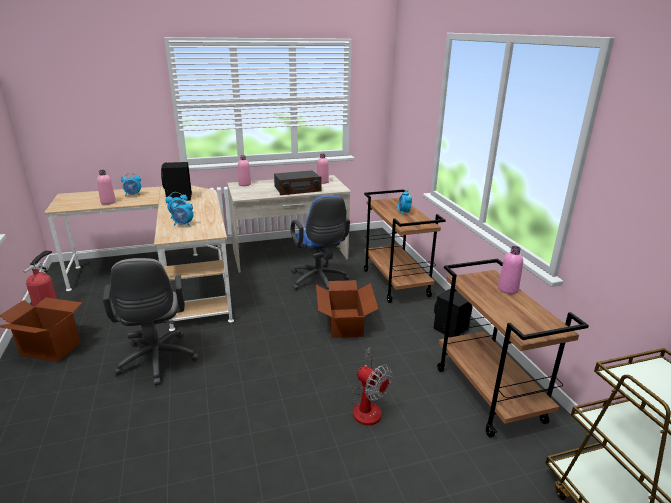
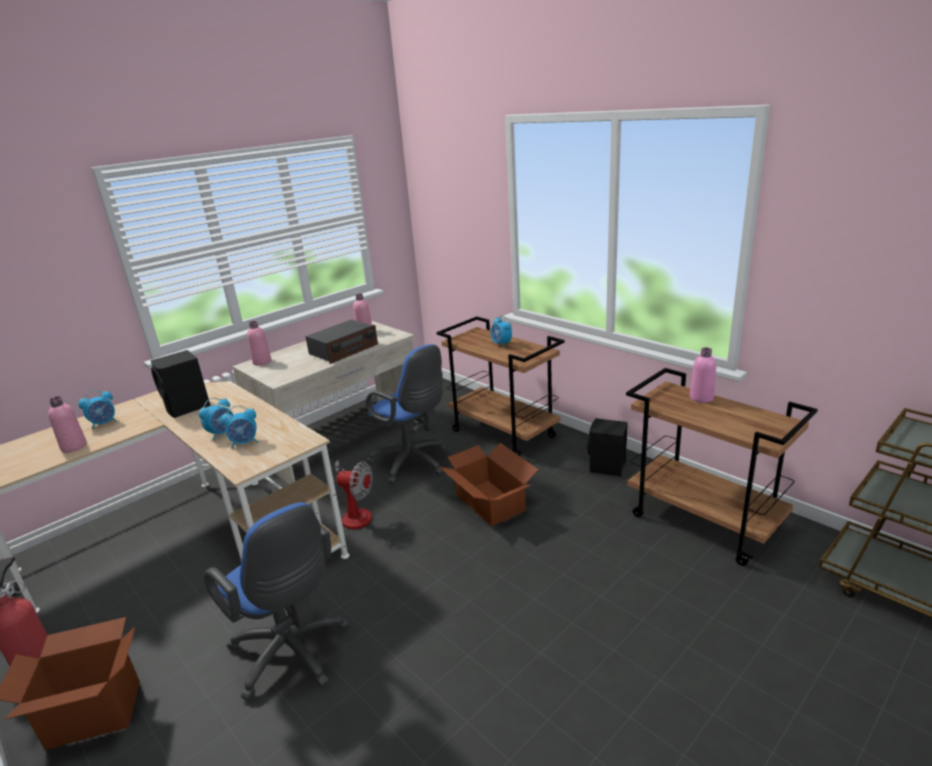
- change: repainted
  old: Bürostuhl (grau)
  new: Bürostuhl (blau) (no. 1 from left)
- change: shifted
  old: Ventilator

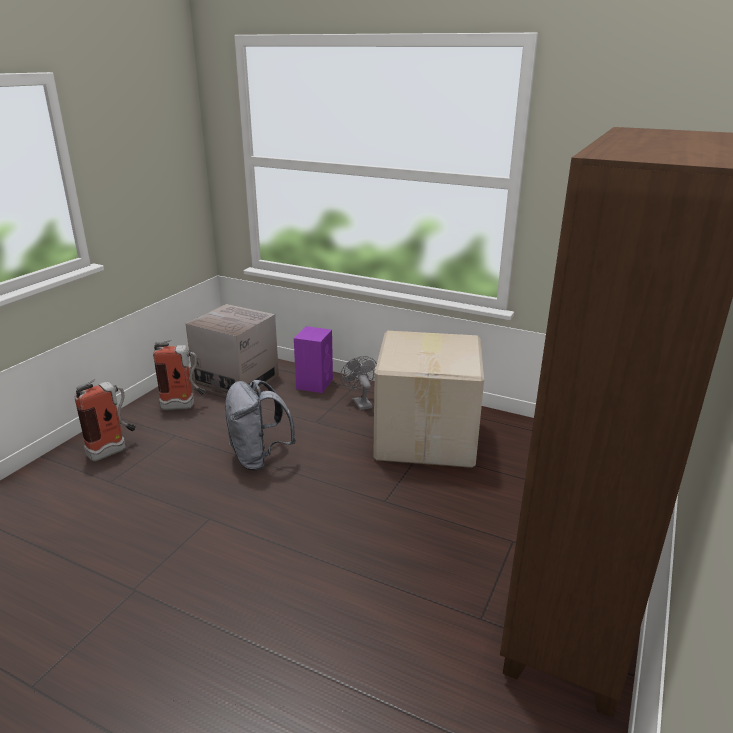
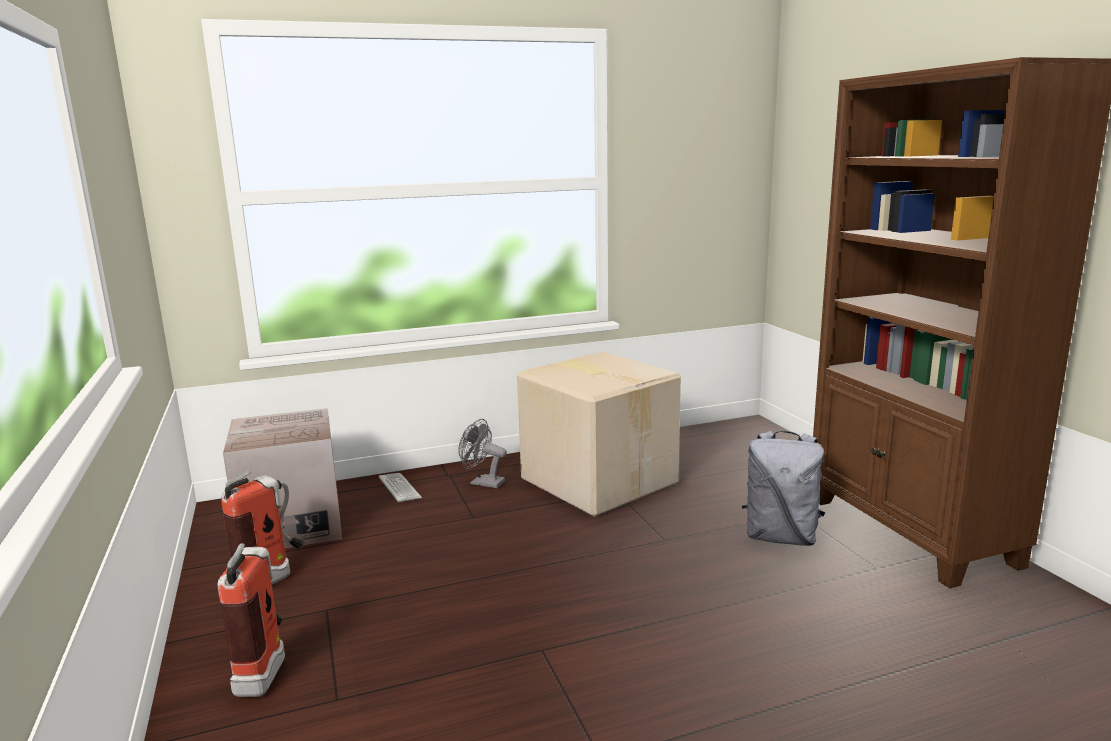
- change: shifted
  old: Rucksack (grau)
- change: swapped
  old: Lautsprecher (lila)
  new: Tastatur

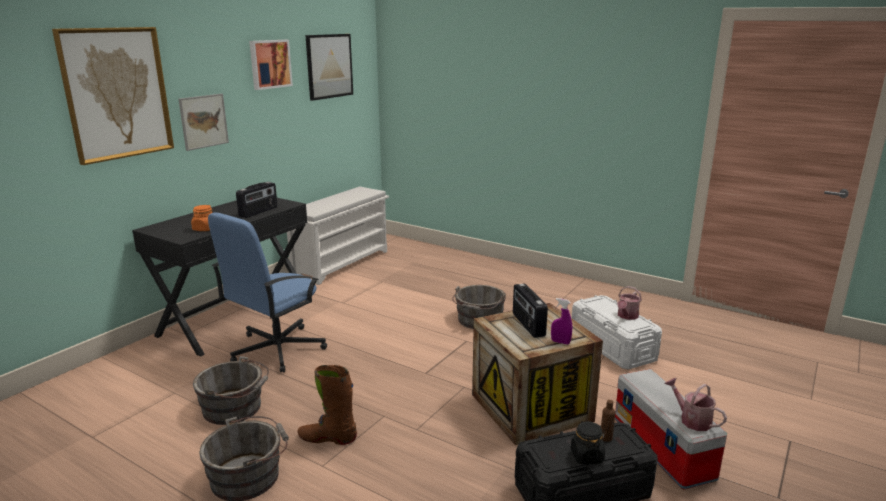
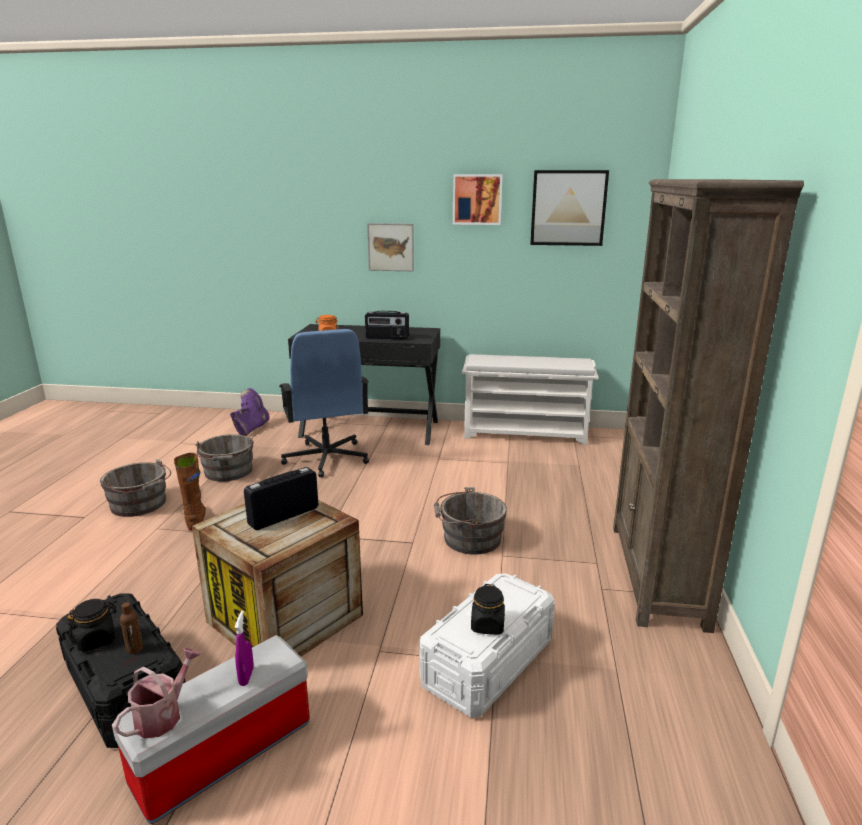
- change: gone
  old: Bild (no. 1 from left)
- change: rotated
  old: Bürostuhl (blau)
  degrees: -120
- change: shifted
  old: Sprühflasche (lila)
- change: swapped
  old: Gießkanne (no. 1 from left)
  new: Vorratsglas (schwarz) (no. 2 from left)
- change: new
  new: Stiefel (lila)
- change: new
  new: Bücherregal (braun)

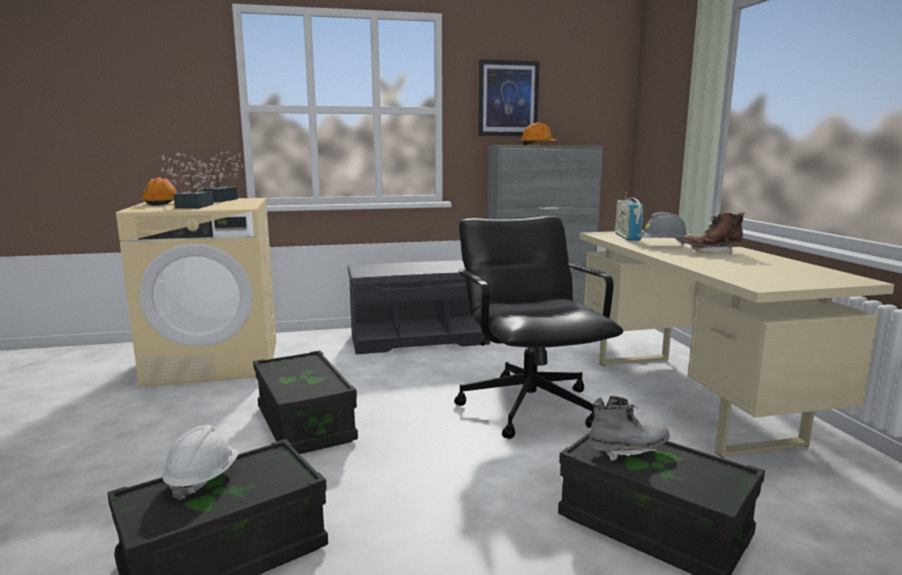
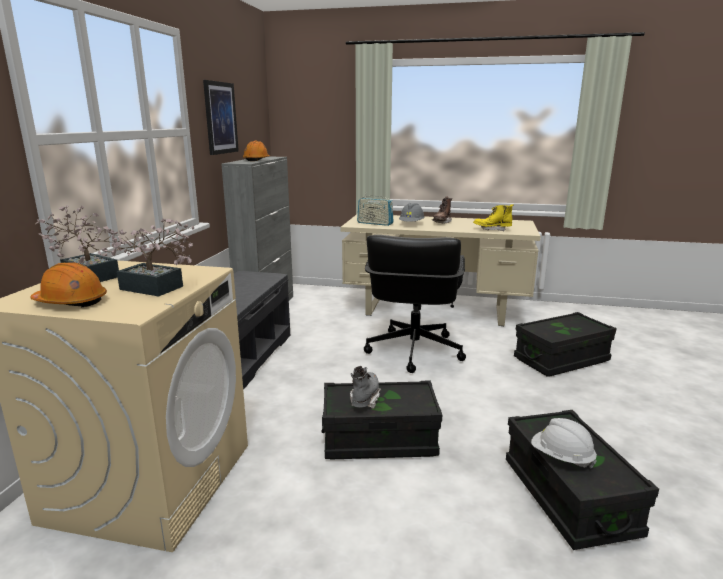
- change: rotated
  old: Bürostuhl (schwarz)
  degrees: -90
- change: shifted
  old: Stiefel (grau)
- change: new
  new: Stiefel (gelb)

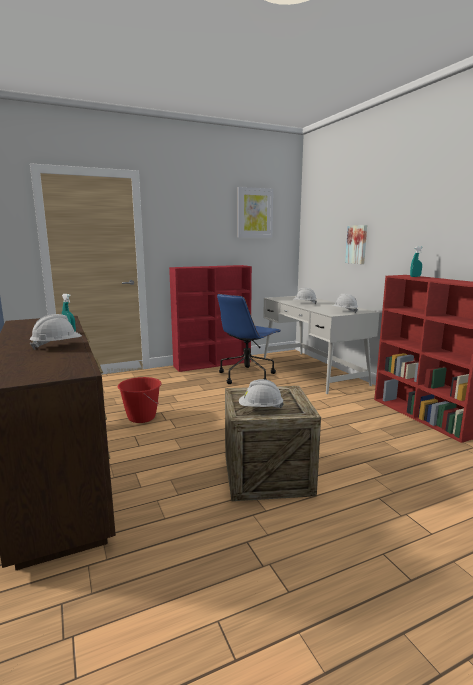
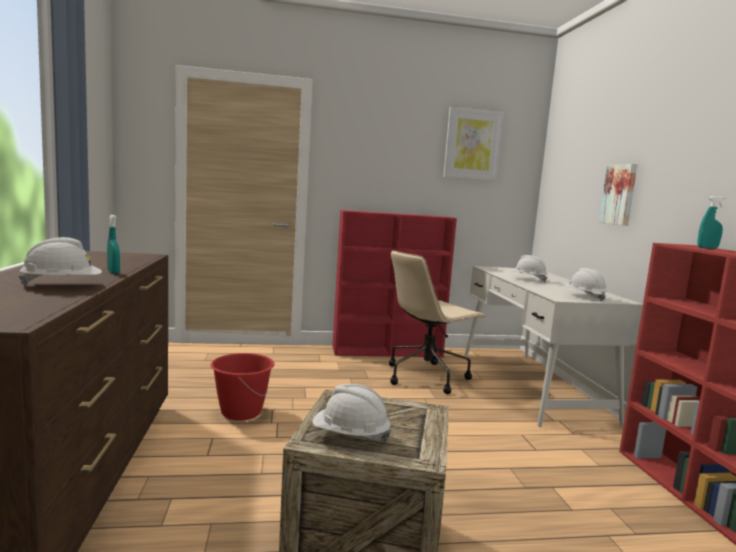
- change: repainted
  old: Bürostuhl (blau)
  new: Bürostuhl (beige)

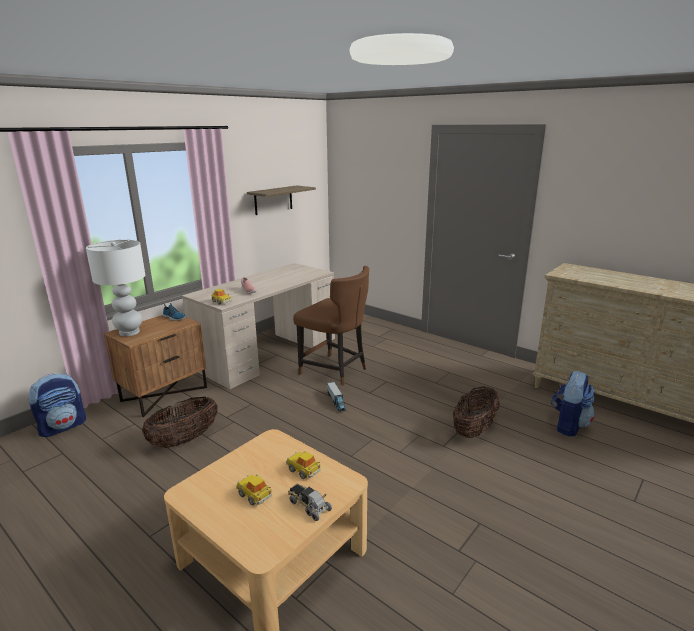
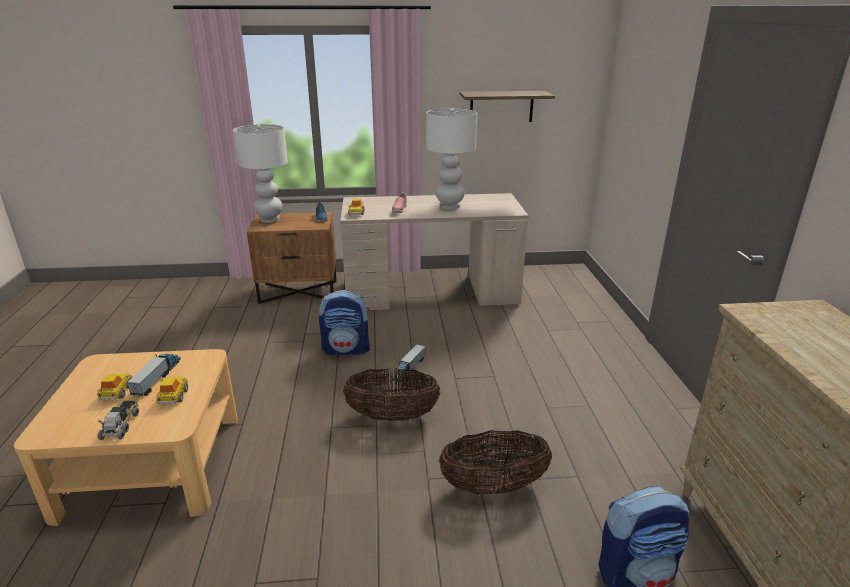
- change: shifted
  old: Rucksack (no. 1 from left)
- change: shifted
  old: Korb (no. 1 from left)
- change: gone
  old: Stuhl (braun)
- change: new
  new: Spielzeuglaster (no. 2 from left)
- change: new
  new: Tischlampe (weiß) (no. 2 from left)

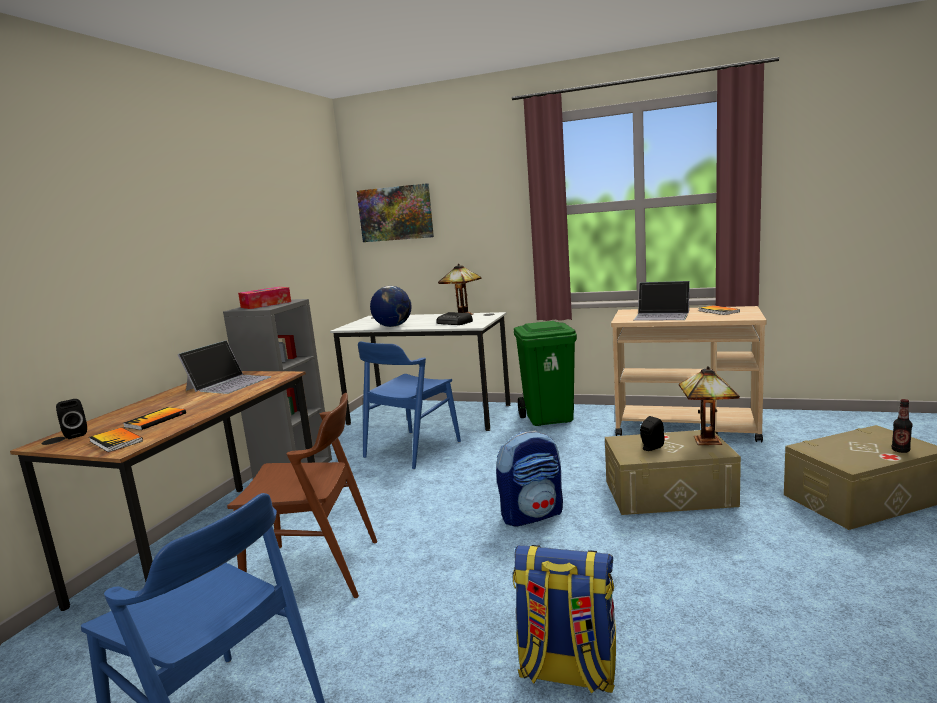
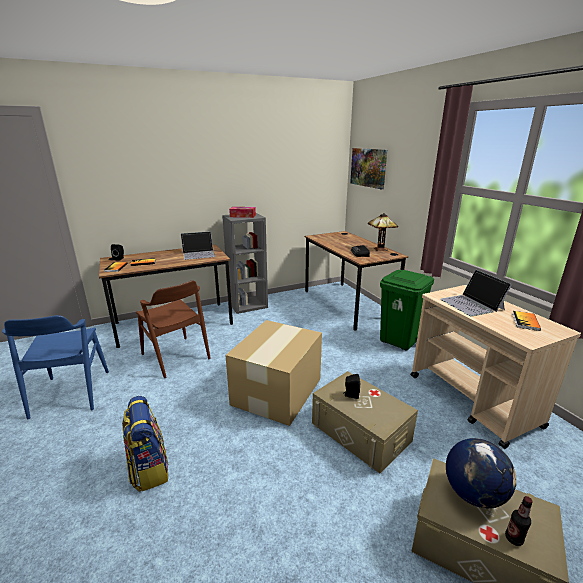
- change: repainted
  old: Schreibtisch (weiß)
  new: Schreibtisch (braun) (no. 2 from left)
- change: gone
  old: Stuhl (blau) (no. 2 from left)
- change: shifted
  old: Globus
- change: swapped
  old: Rucksack (no. 1 from left)
  new: Karton
- change: gone
  old: Tischlampe (no. 2 from left)

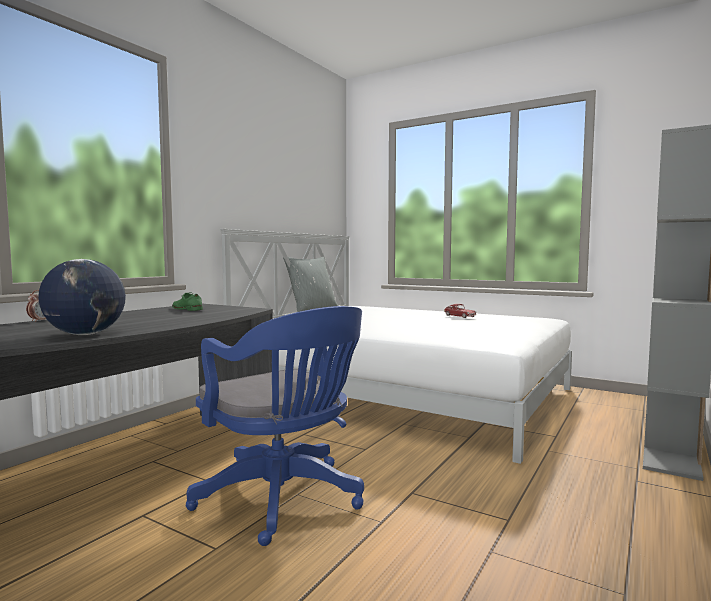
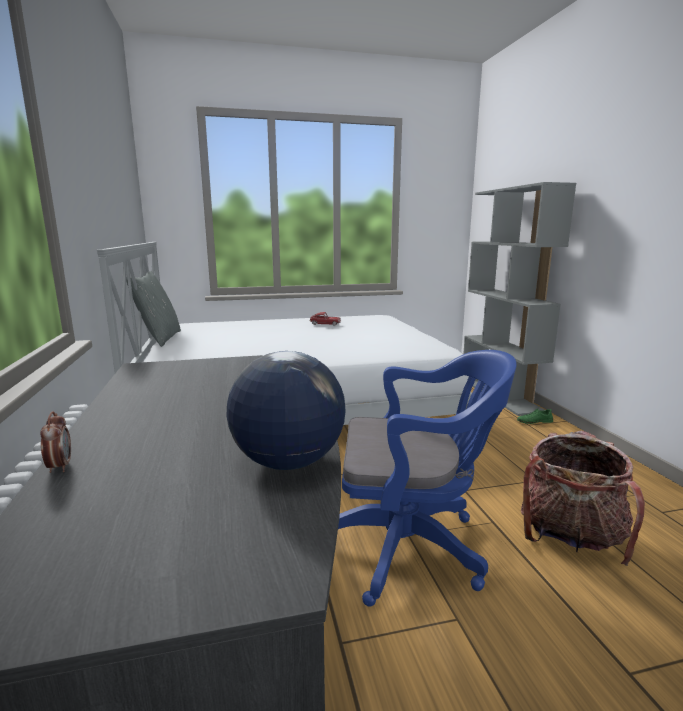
- change: shifted
  old: Schuh (grün)
- change: new
  new: Rucksack

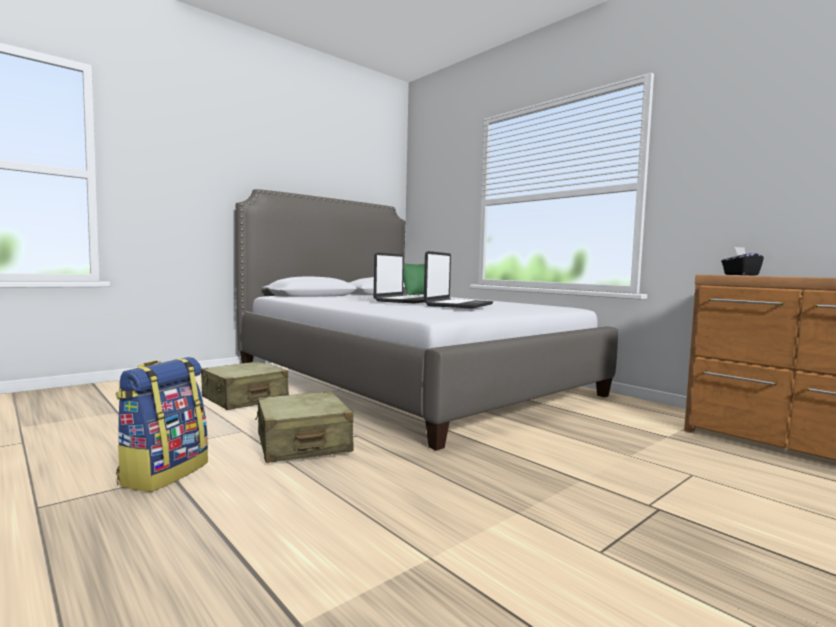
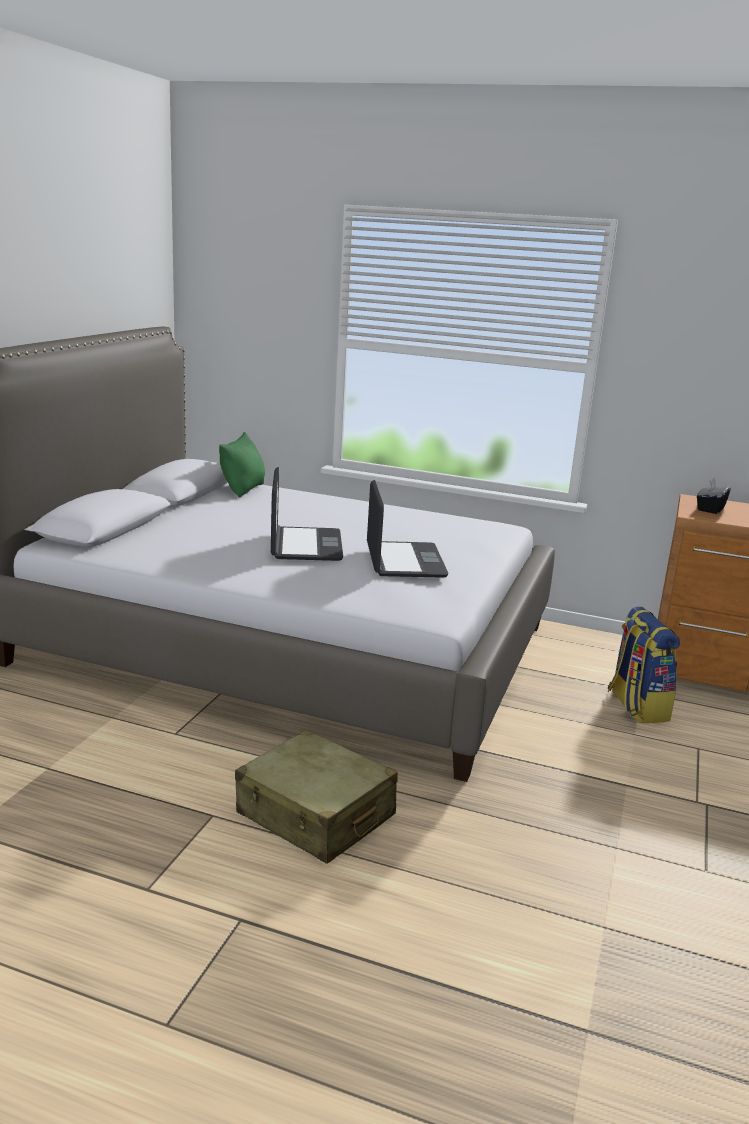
- change: shifted
  old: Rucksack
- change: gone
  old: Koffer (beige) (no. 1 from left)

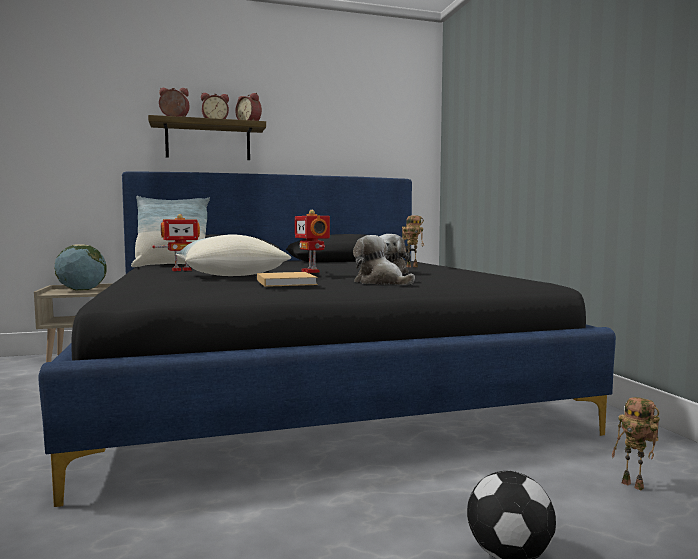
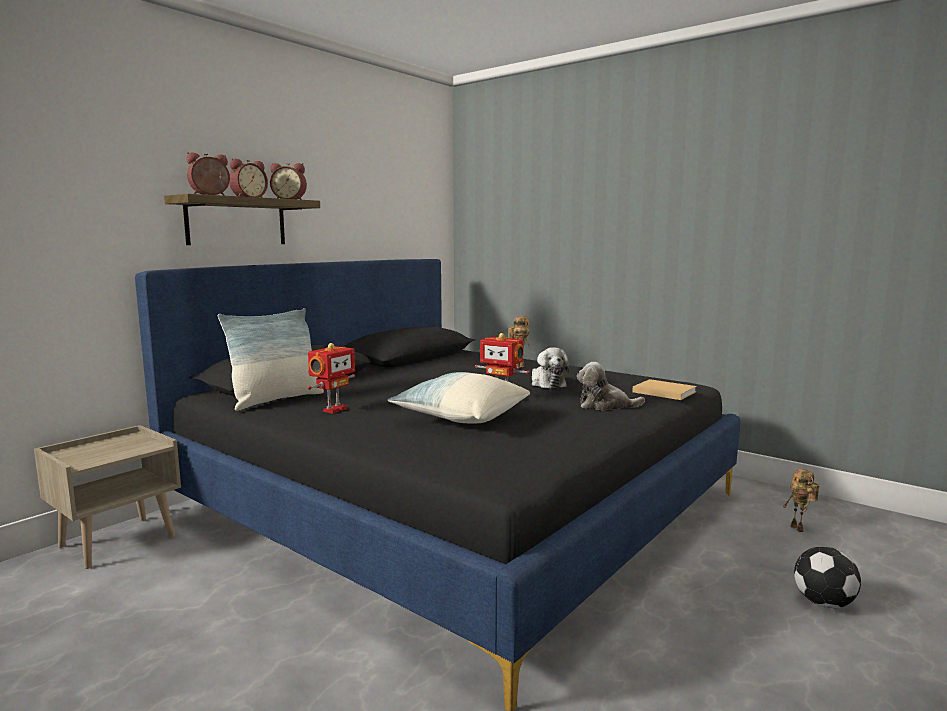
- change: gone
  old: Globus
- change: shifted
  old: Buch (beige)
- change: rotated
  old: Spielzeugroboter (no. 4 from left)
  degrees: 60

